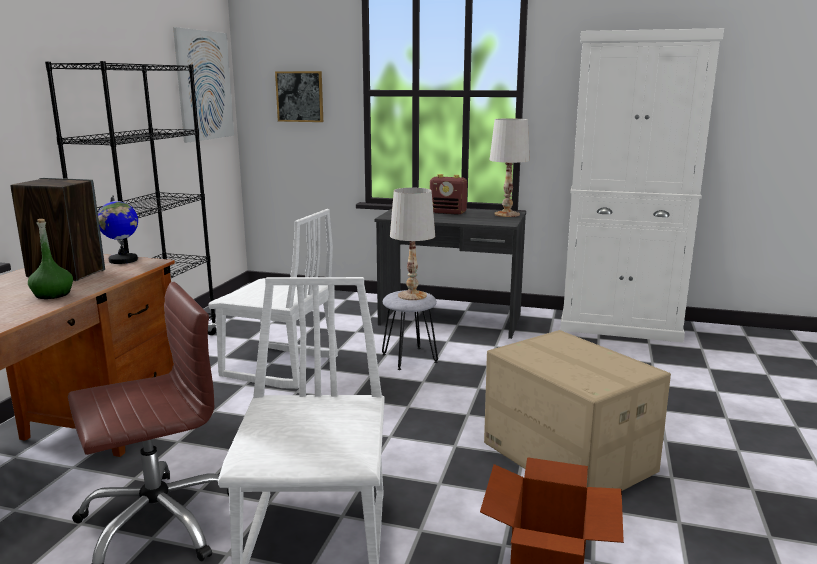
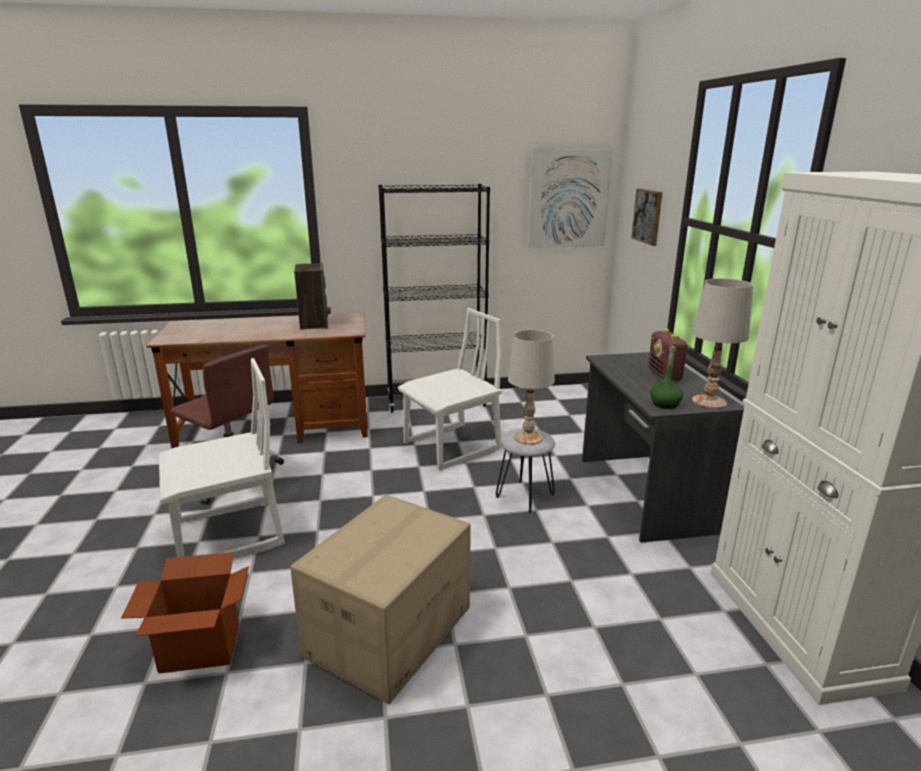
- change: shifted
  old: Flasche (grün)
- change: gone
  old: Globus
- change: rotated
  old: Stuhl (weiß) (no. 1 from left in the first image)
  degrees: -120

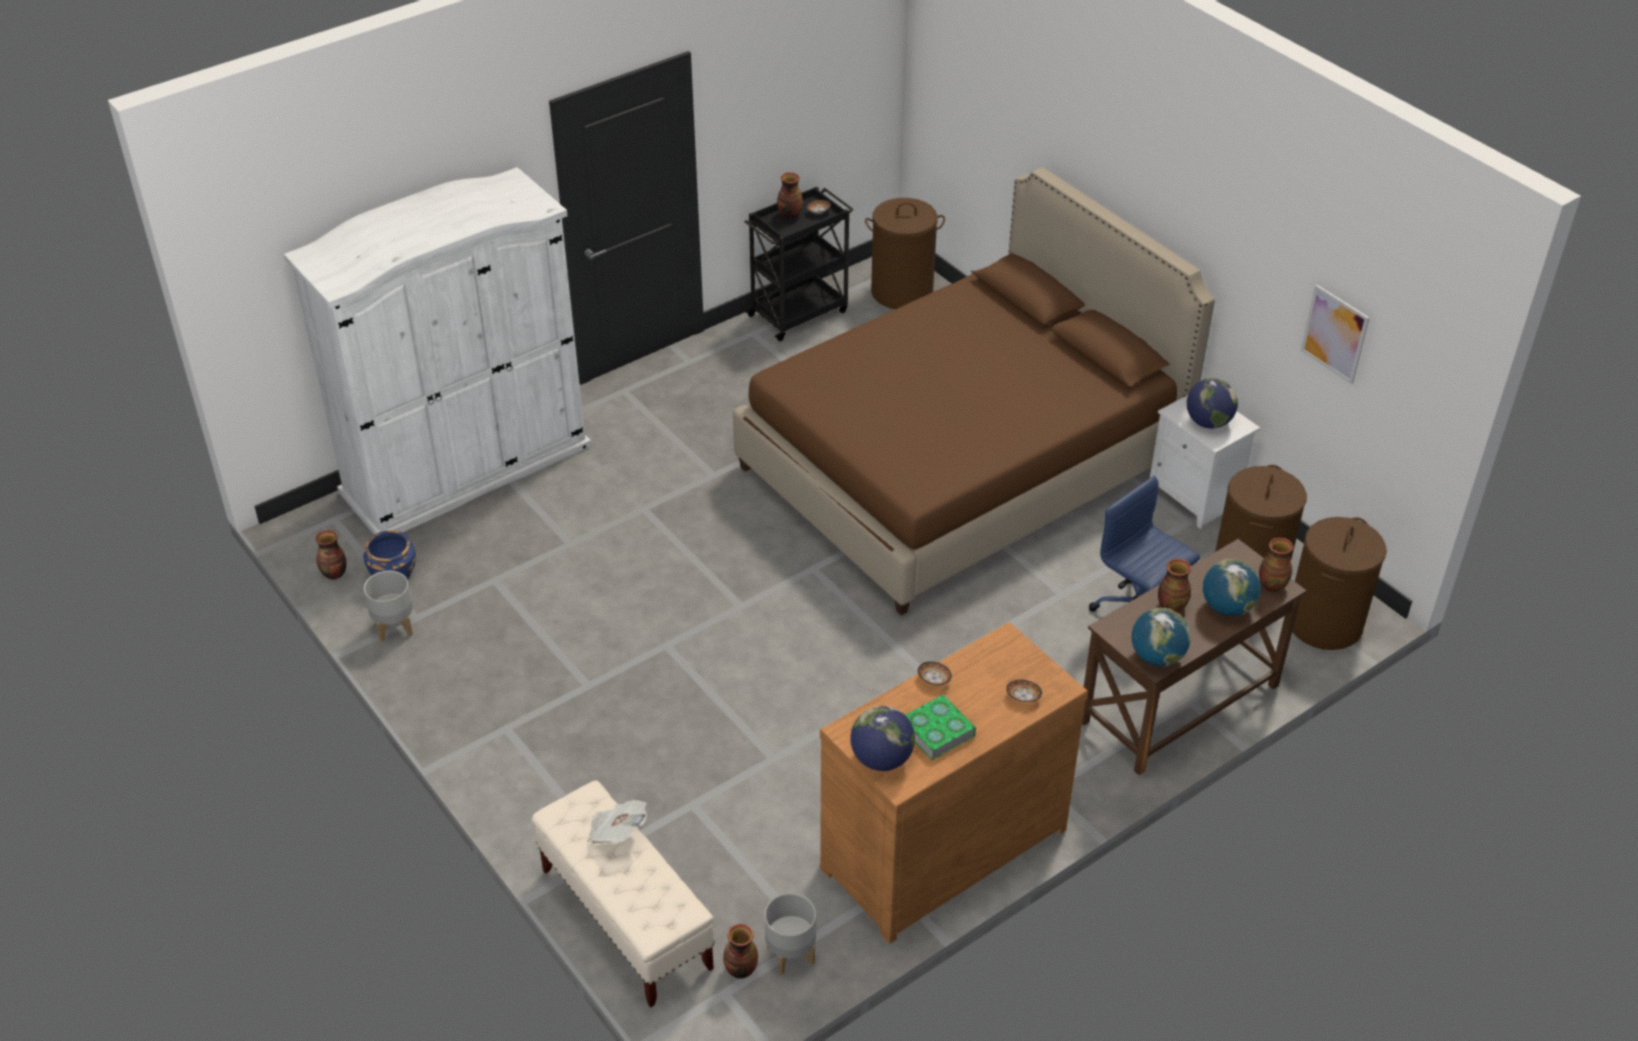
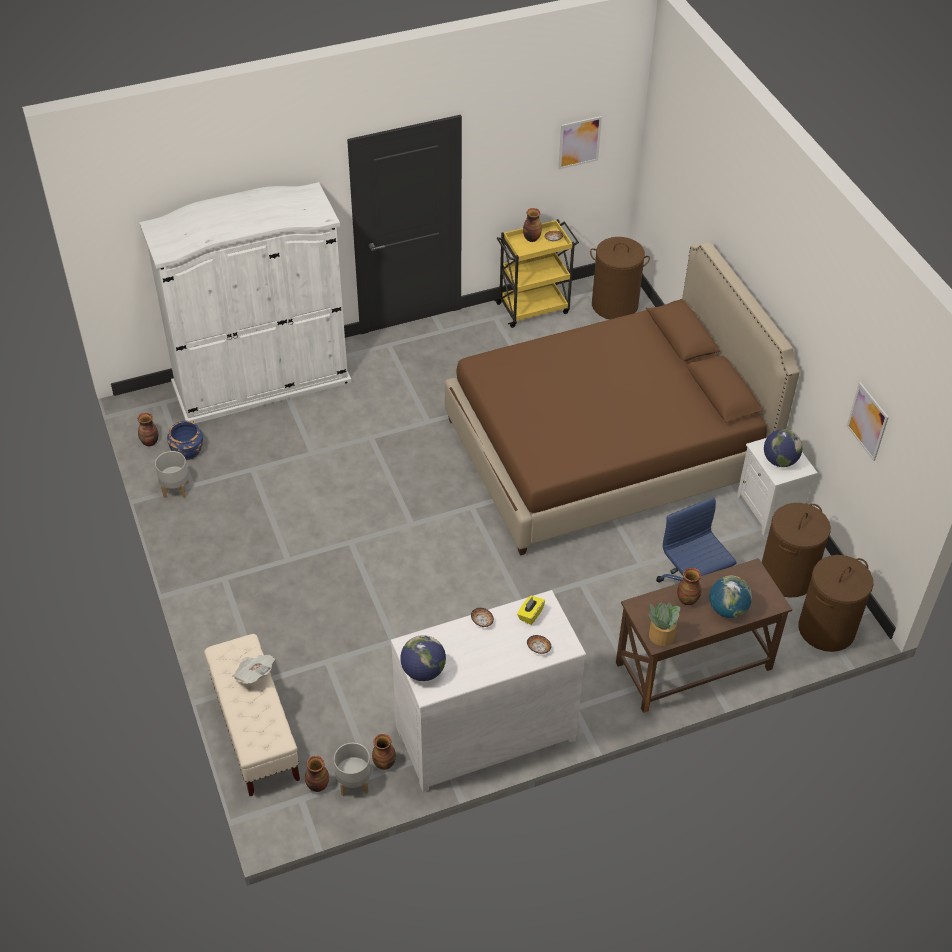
- change: repainted
  old: Rollwagen (schwarz)
  new: Rollwagen (gelb)
- change: repainted
  old: Kommode (braun)
  new: Kommode (weiß)
- change: gone
  old: Buch
- change: swapped
  old: Globus (no. 2 from left)
  new: Topfpflanze
- change: shifted
  old: Vase (no. 5 from left in the first image)
  new: Vase (no. 3 from left)
- change: new
  new: Taschentuchbox (gelb)
- change: new
  new: Bild (no. 1 from left)

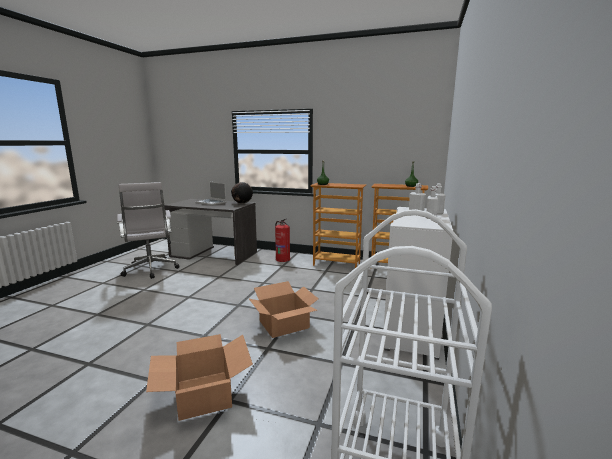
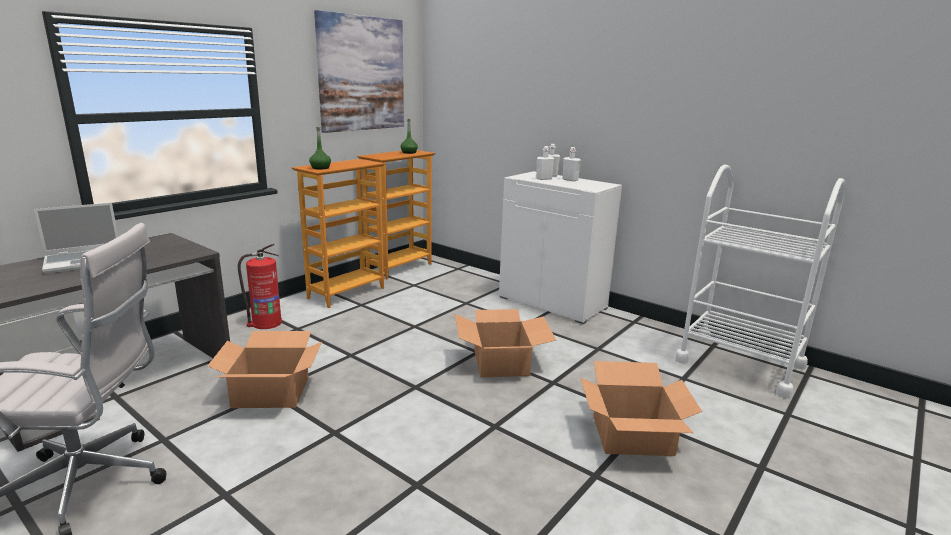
- change: gone
  old: Globus
- change: new
  new: Karton (no. 1 from left)
- change: new
  new: Bild

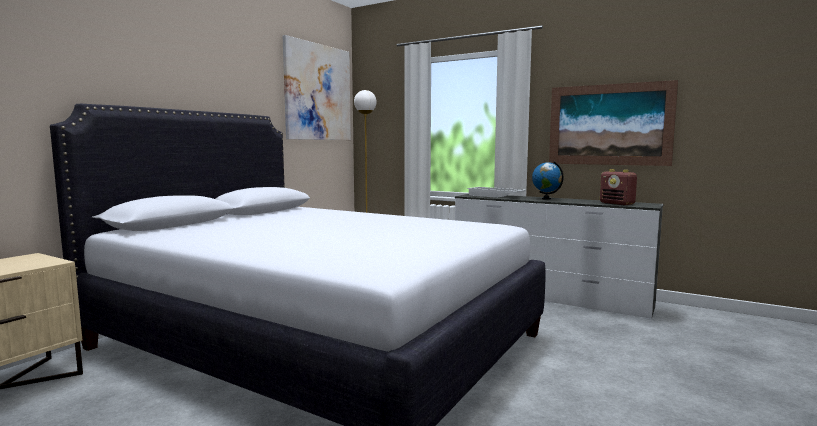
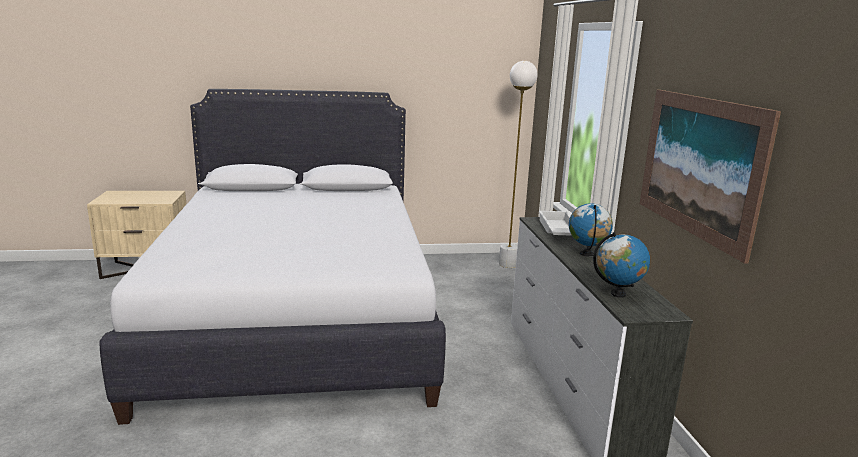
- change: gone
  old: Bild (no. 1 from left)
- change: swapped
  old: Radio
  new: Globus (no. 2 from left)

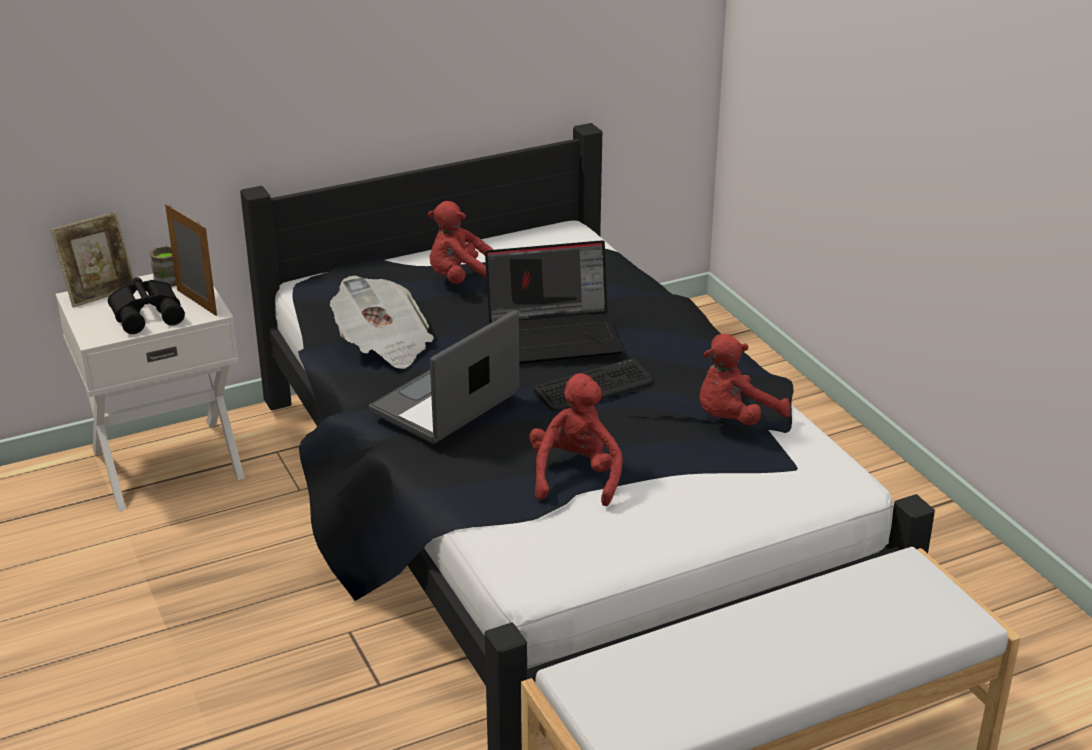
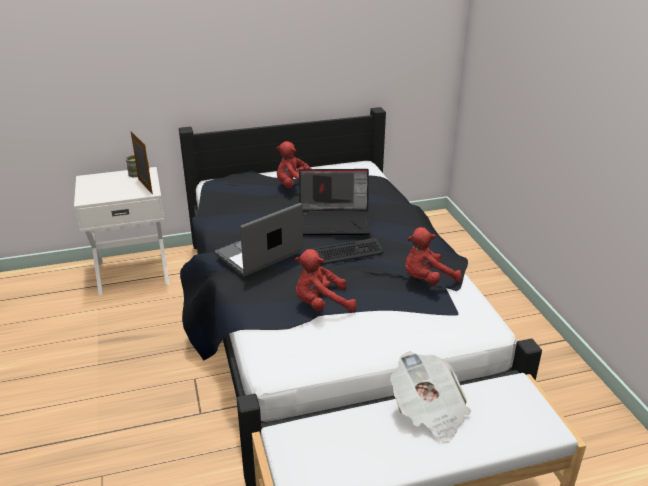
- change: gone
  old: Bilderrahmen (no. 1 from left)
- change: gone
  old: Fernglas (schwarz)
- change: shifted
  old: Zeitung
- change: rotated
  old: Plüschtier (rot) (no. 2 from left)
  degrees: -120

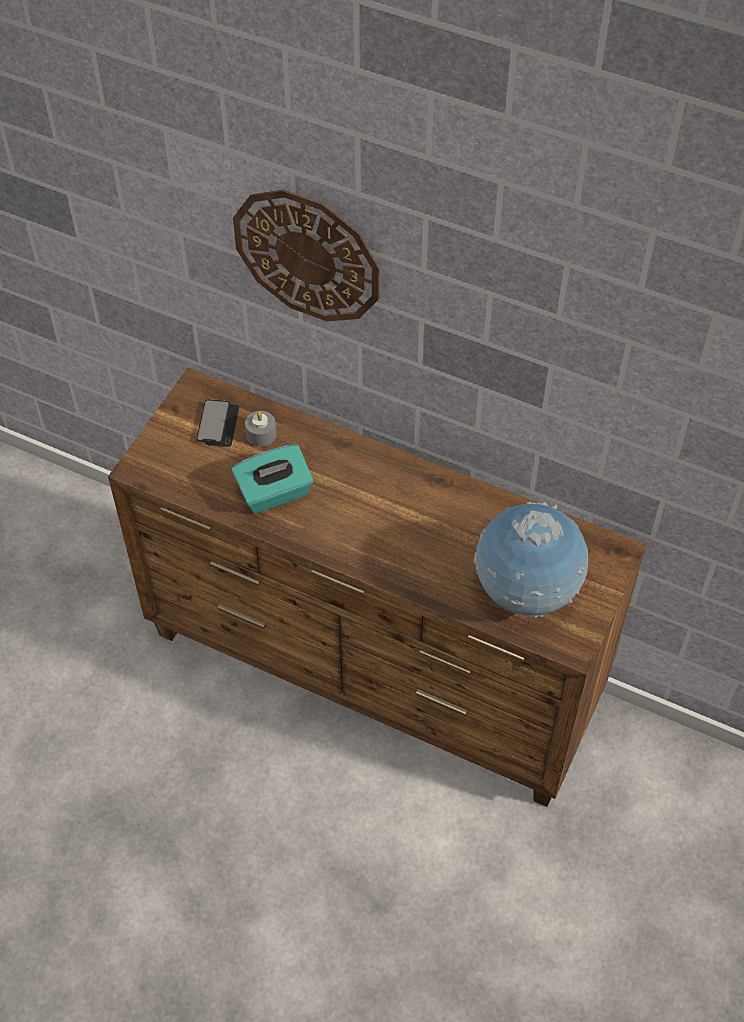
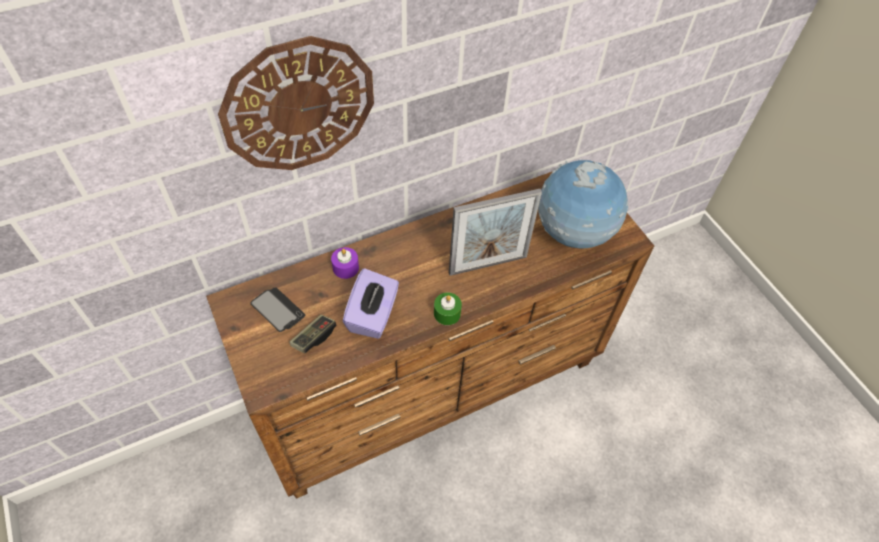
- change: repainted
  old: Taschentuchbox (türkis)
  new: Taschentuchbox (lila)
- change: gone
  old: Kerze (grau)
- change: new
  new: Gamepad
- change: new
  new: Kerze (lila)
- change: new
  new: Kerze (grün)
- change: new
  new: Bilderrahmen

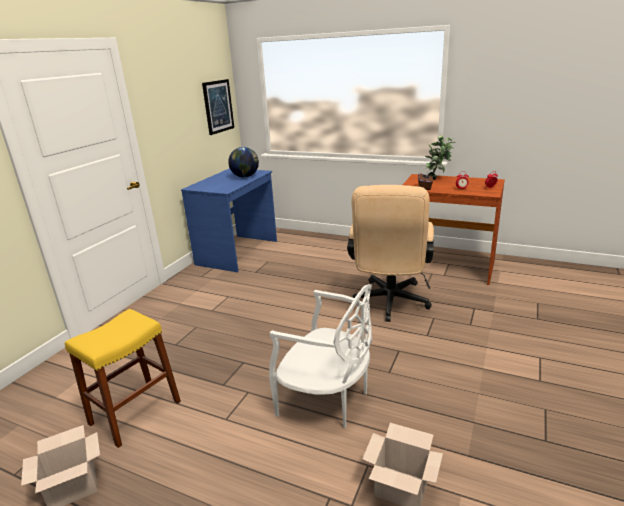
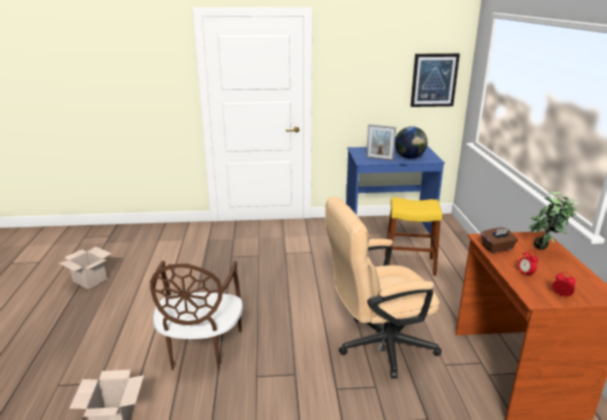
- change: shifted
  old: Hocker (gelb)
- change: repainted
  old: Stuhl (weiß)
  new: Stuhl (braun)
- change: new
  new: Bilderrahmen

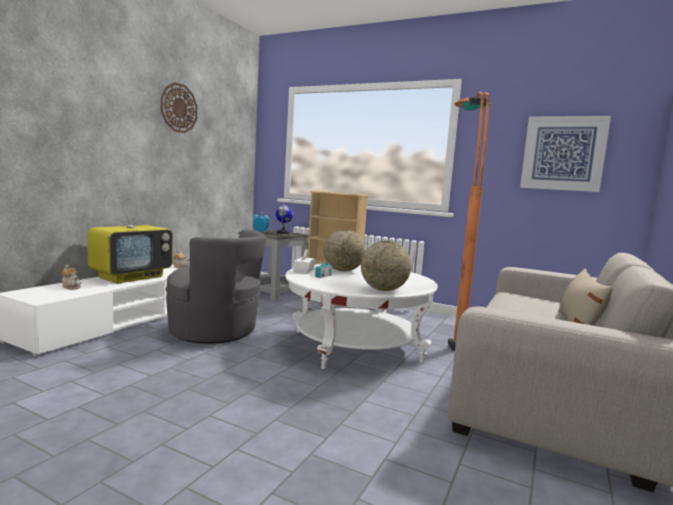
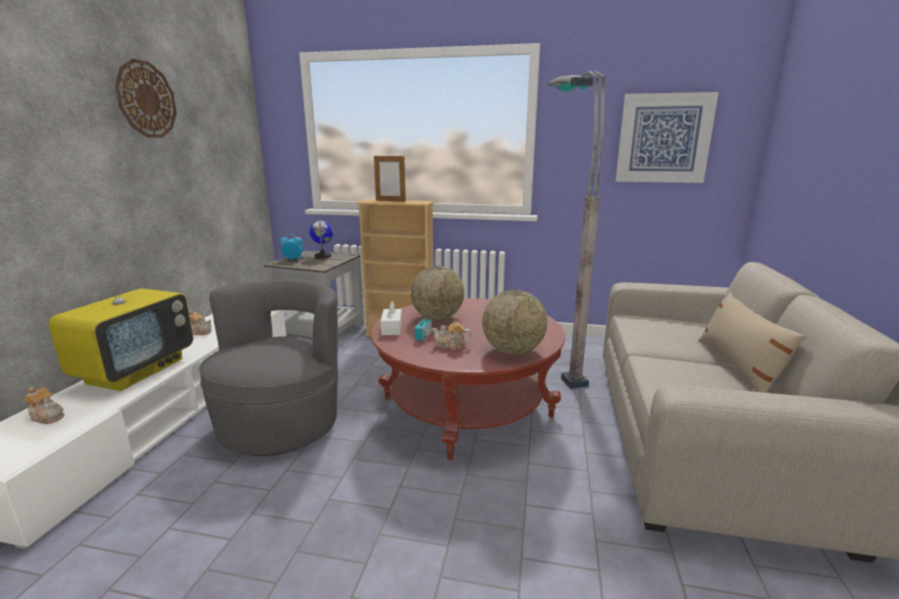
- change: rotated
  old: Sessel (grau)
  degrees: -75
- change: repainted
  old: Couchtisch (weiß)
  new: Couchtisch (rot)
- change: repainted
  old: Stehlampe (orange)
  new: Stehlampe (grau)
- change: new
  new: Bilderrahmen
- change: new
  new: Teekanne (no. 3 from left)

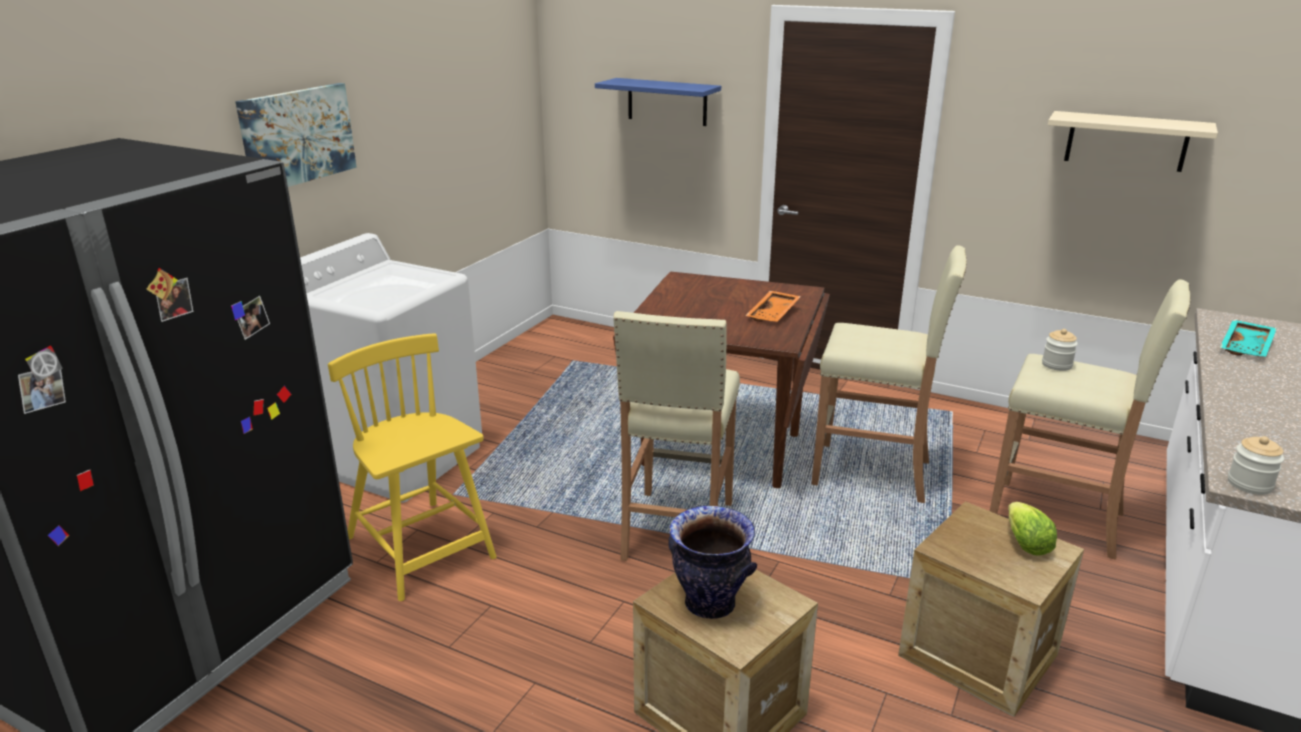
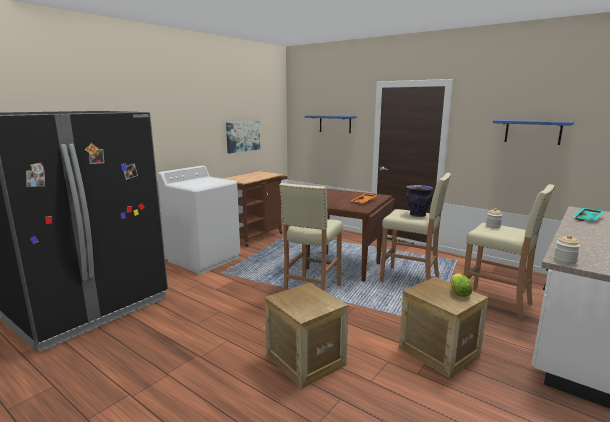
- change: shifted
  old: Bild
- change: gone
  old: Stuhl (gelb)
- change: shifted
  old: Vase
- change: repainted
  old: Wandregal (beige)
  new: Wandregal (blau) (no. 2 from left)
- change: new
  new: Rollwagen (braun)

